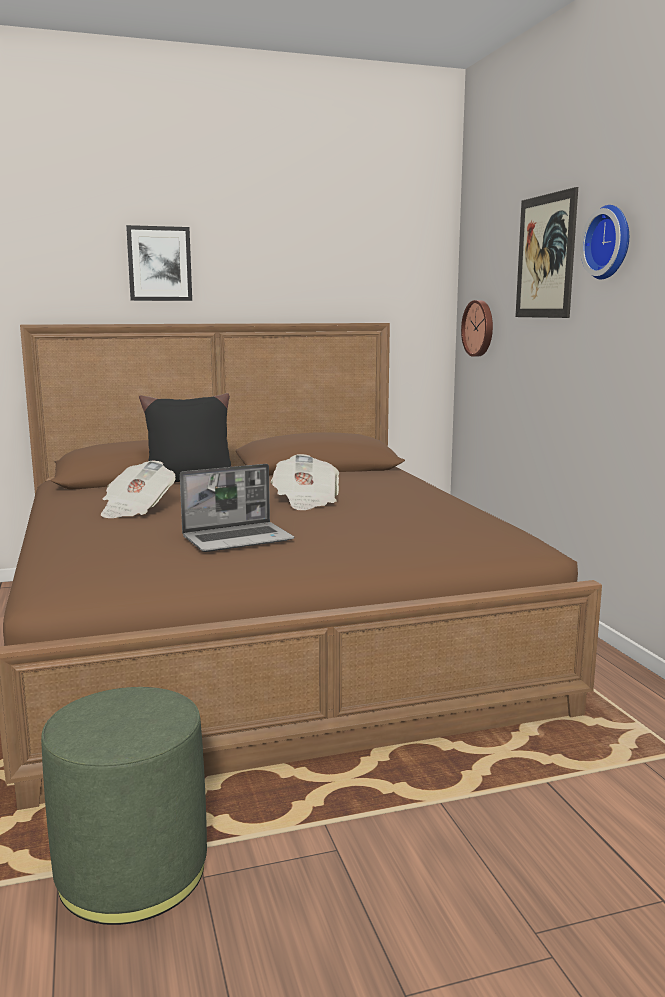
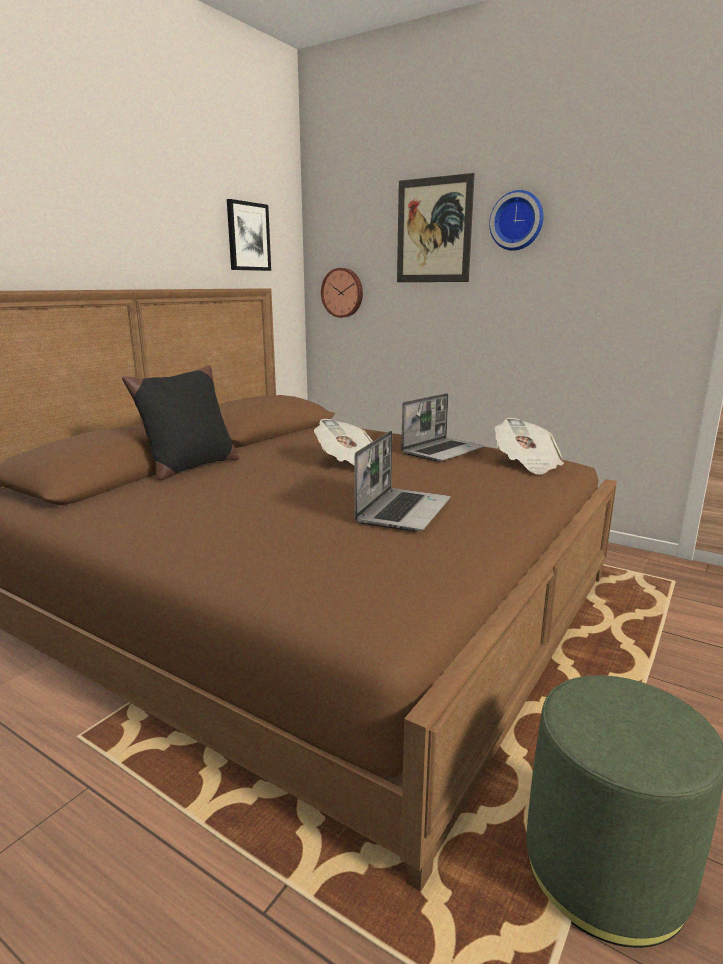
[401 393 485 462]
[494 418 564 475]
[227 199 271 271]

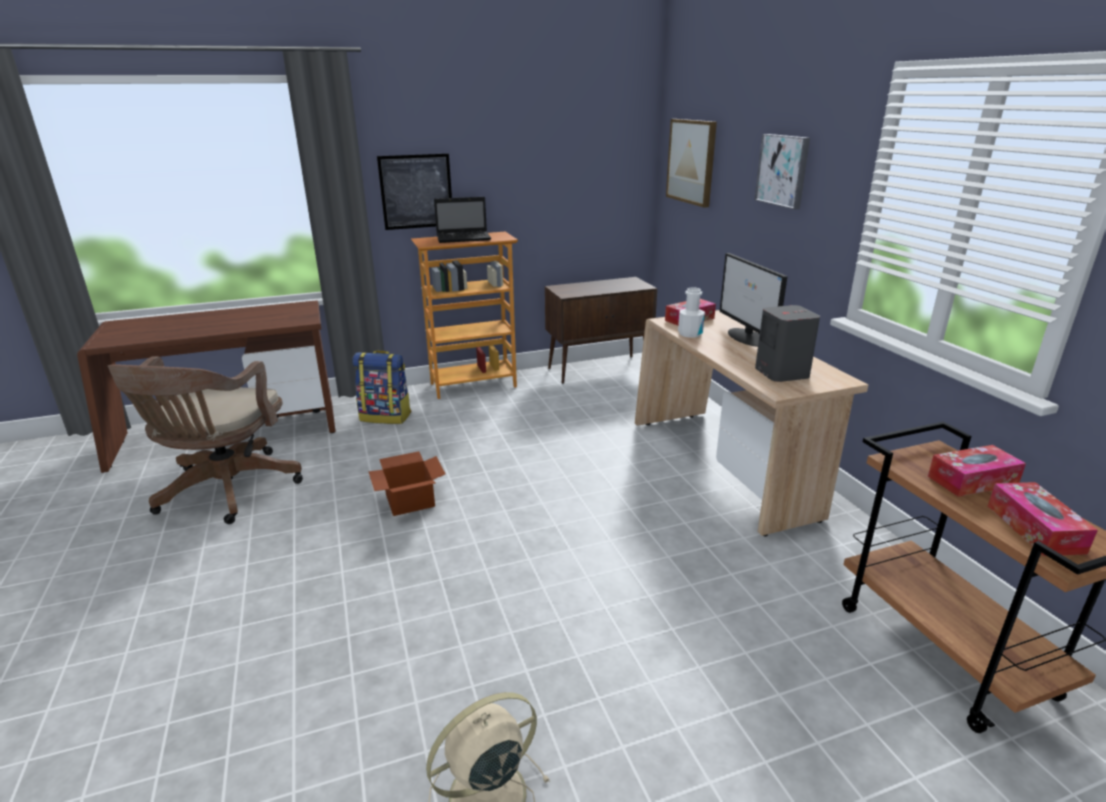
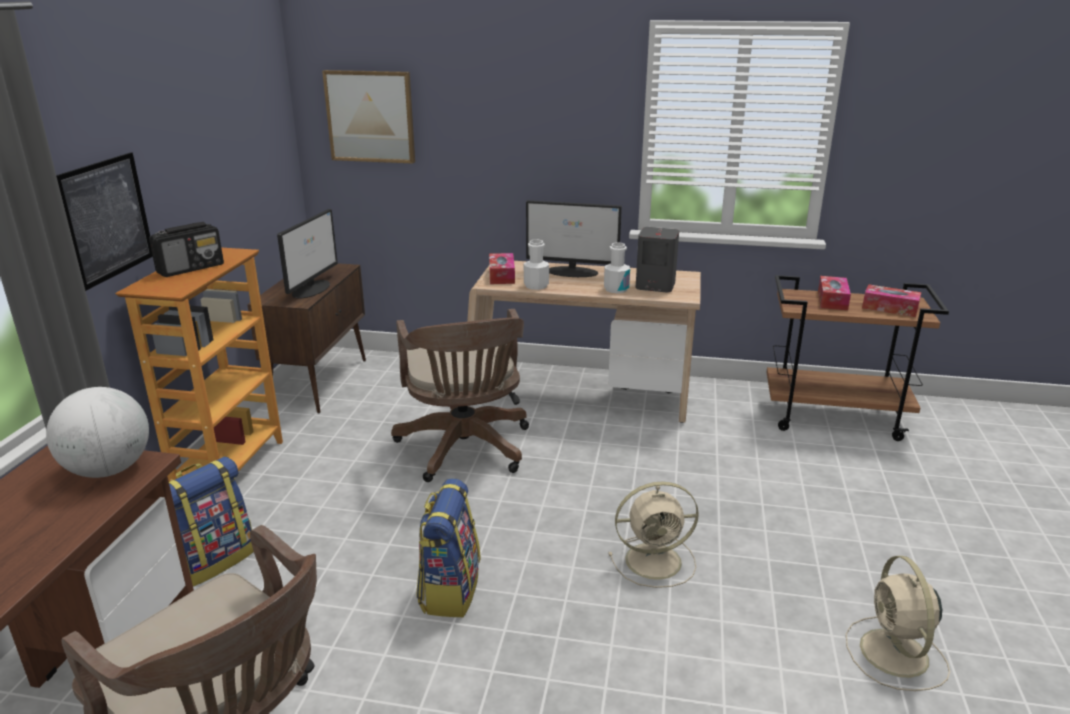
[754 134 810 209] (first image)
[46 387 149 478]
[277 209 338 298]
[391 309 529 482]
[604 242 630 293]
[608 481 699 588]
[416 478 481 617]
[149 222 224 277]

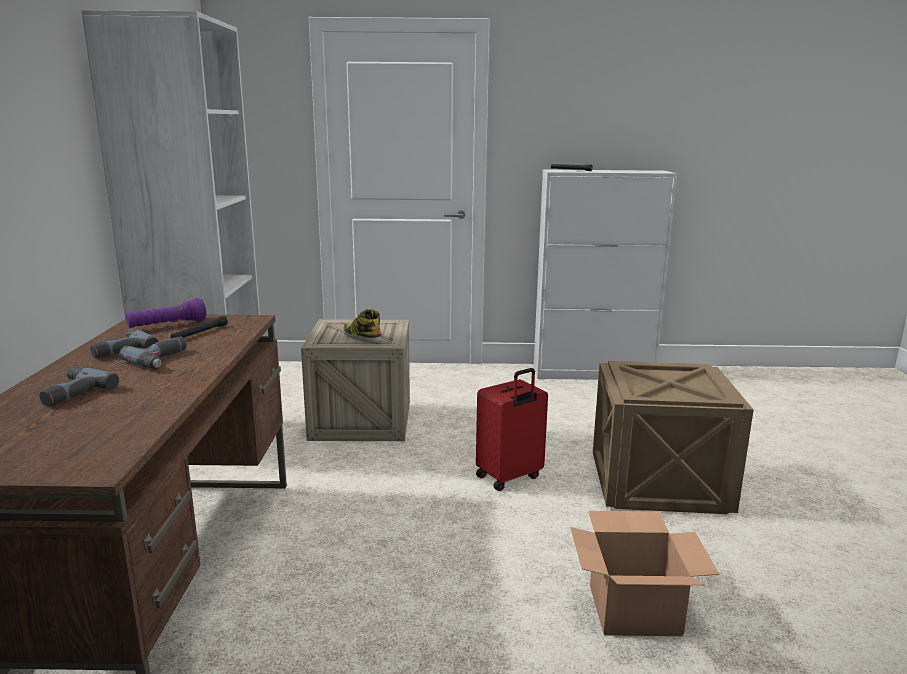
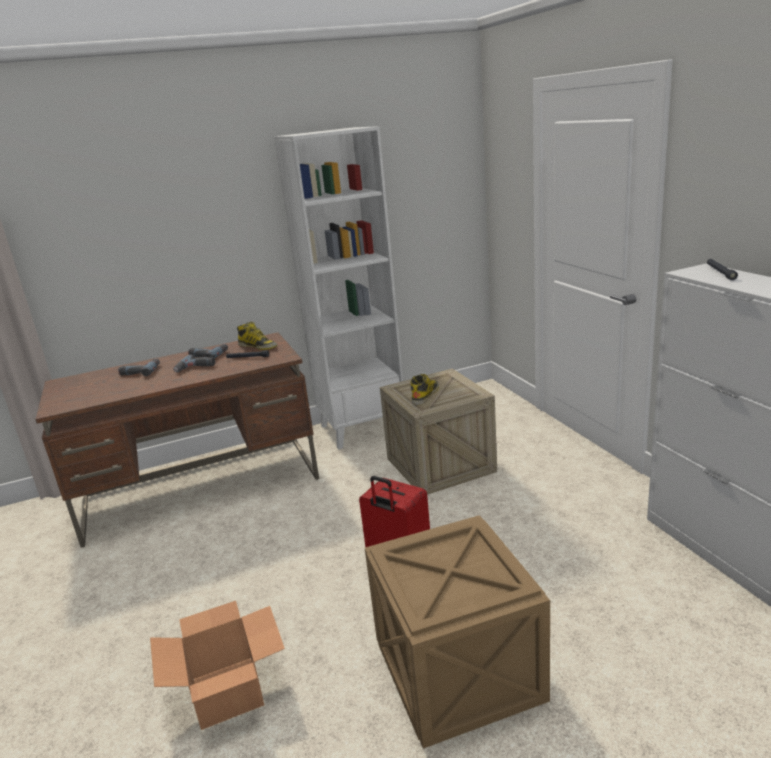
[237 322 277 350]

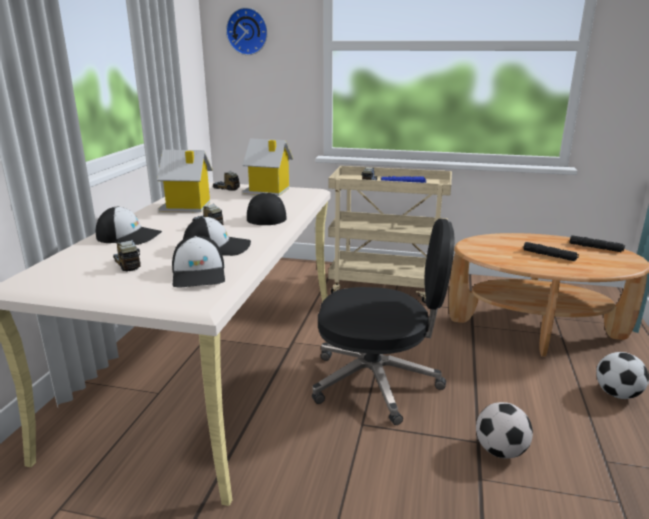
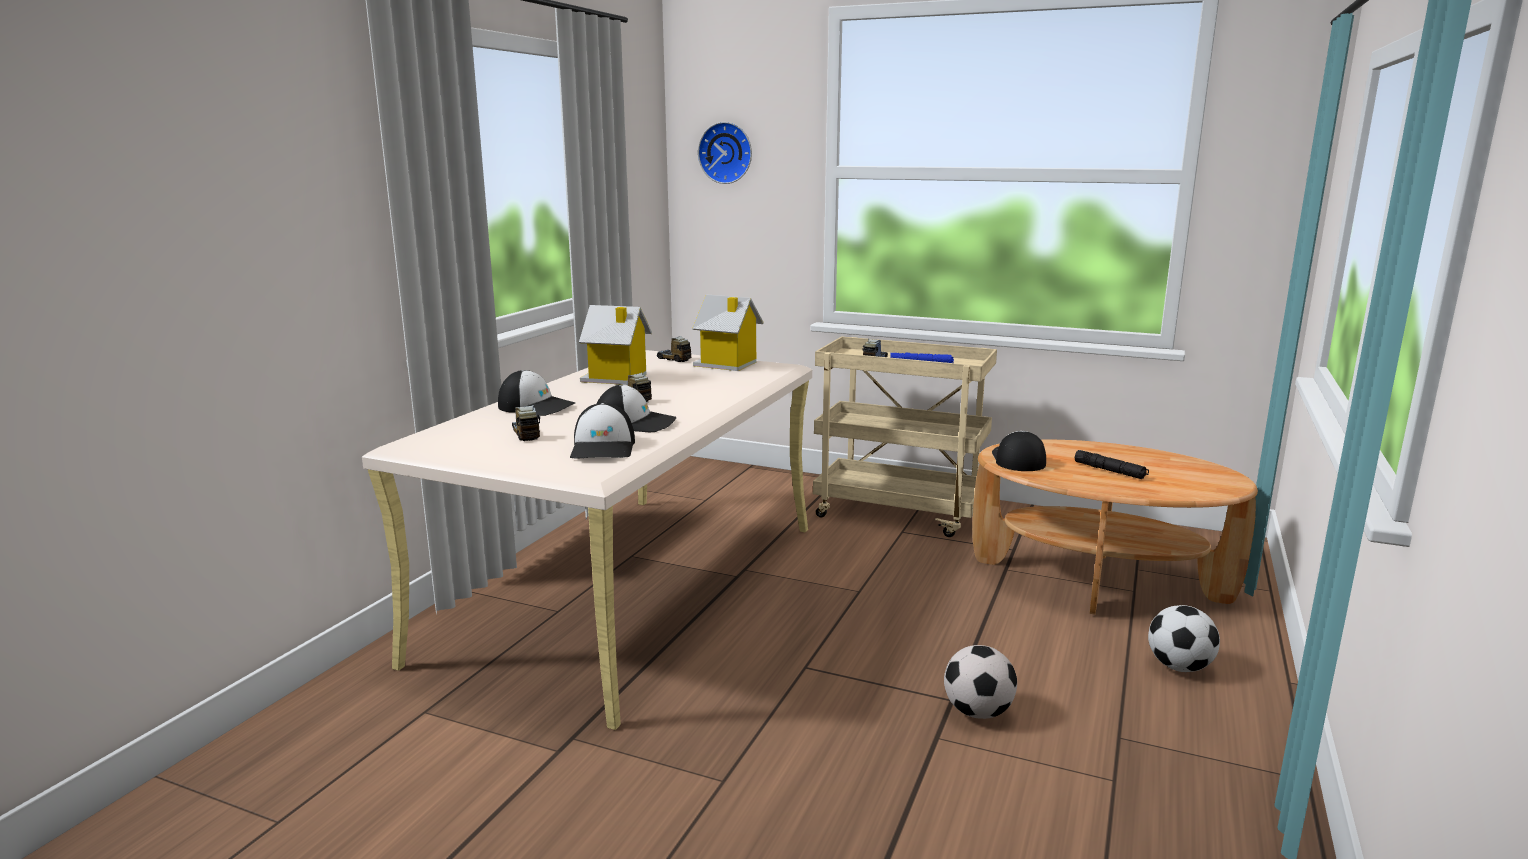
[312 218 454 425] (first image)
[570 235 625 252] (first image)
[992 431 1046 471]

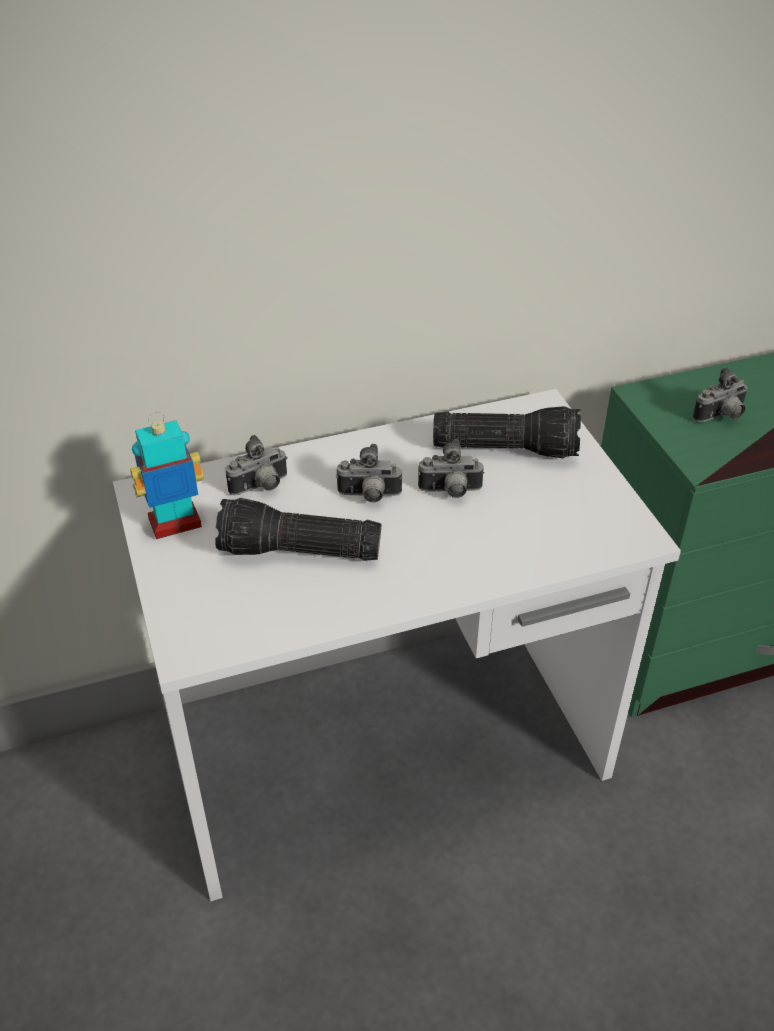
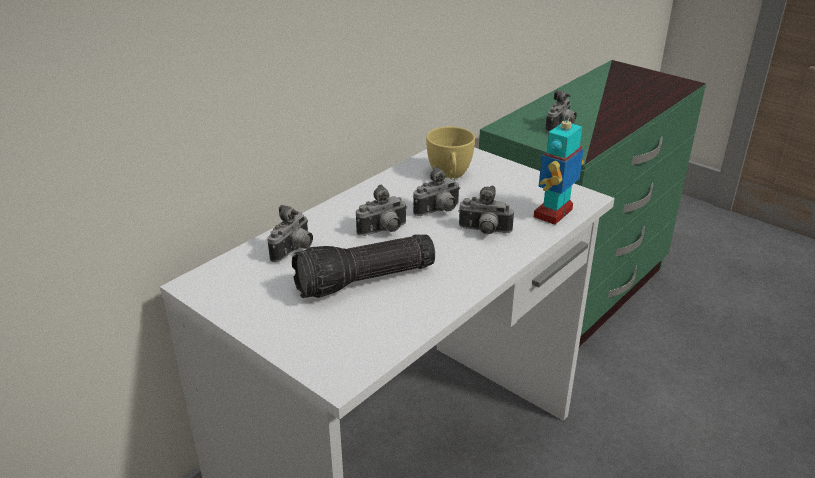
[458 186 514 234]
[534 110 584 225]
[426 126 475 179]

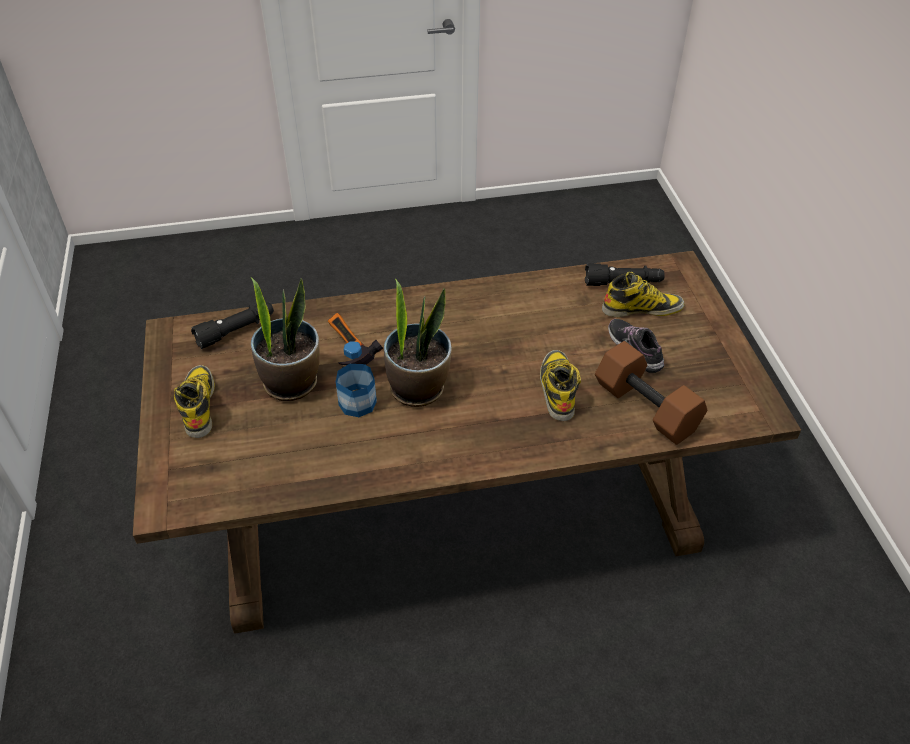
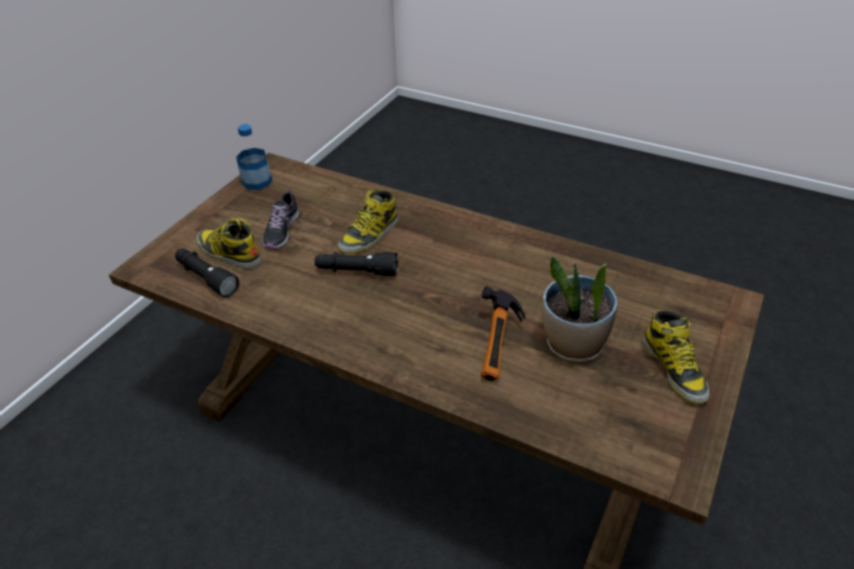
[384 279 452 407] (first image)
[595 341 707 445] (first image)
[315 252 398 276]
[236 124 272 190]
[642 311 710 404]

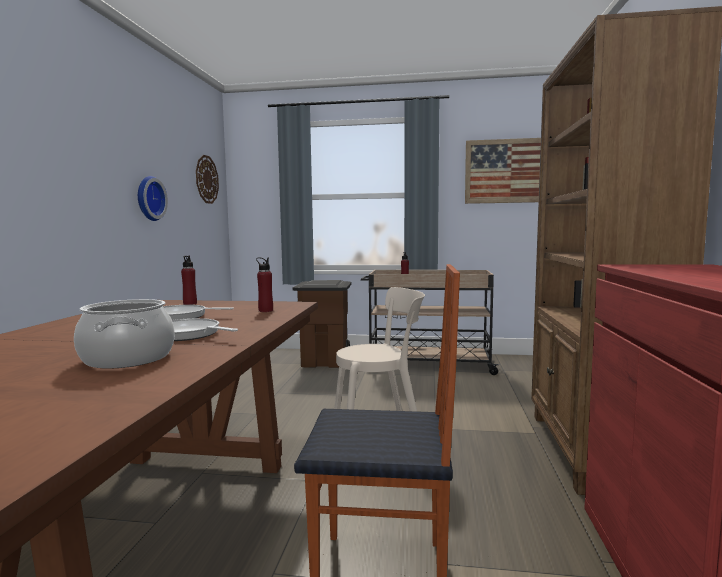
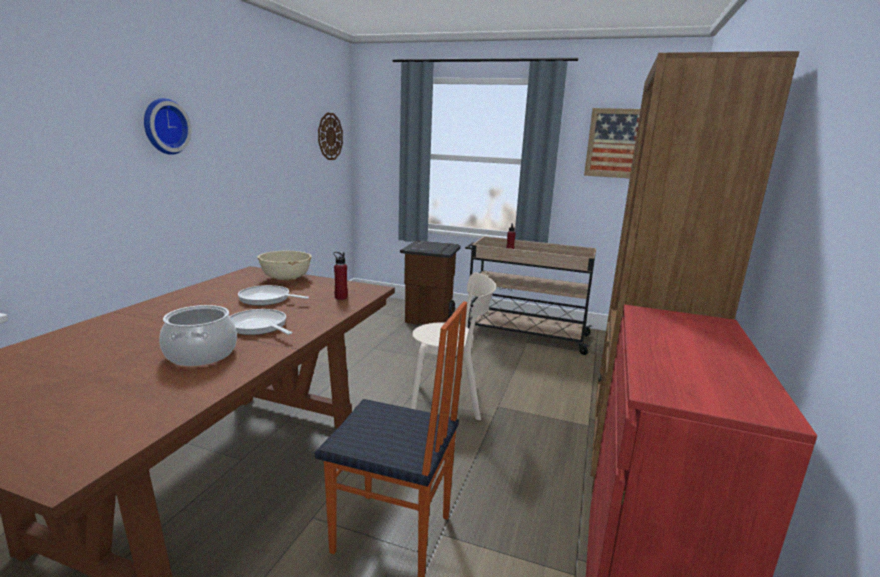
[144 98 192 155]
[257 251 312 281]

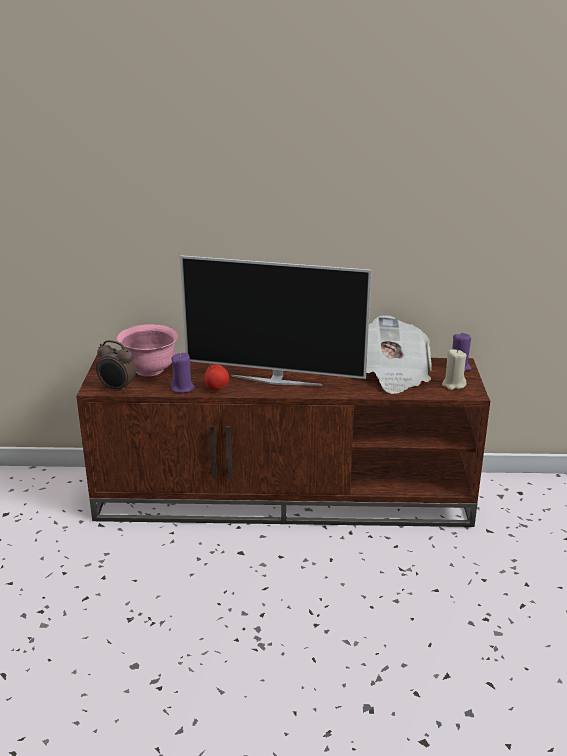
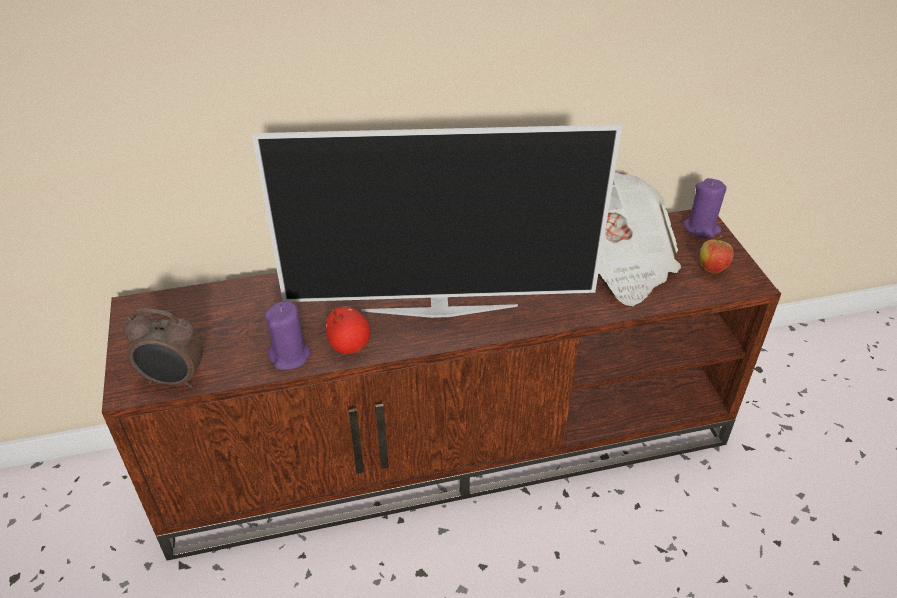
[116 324 178 376] (first image)
[700 235 733 273]

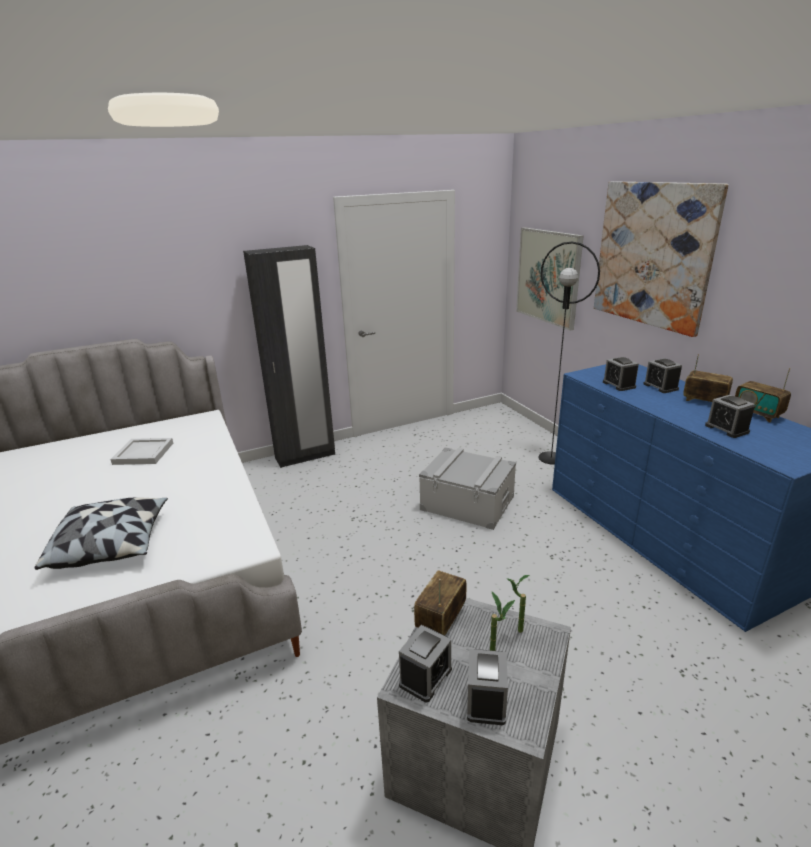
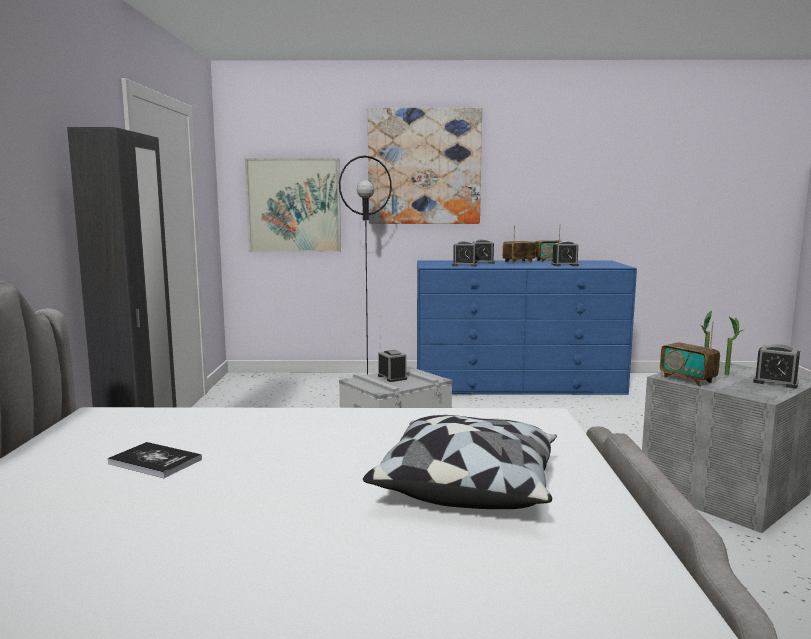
[378 350 407 382]
[107 442 202 478]

